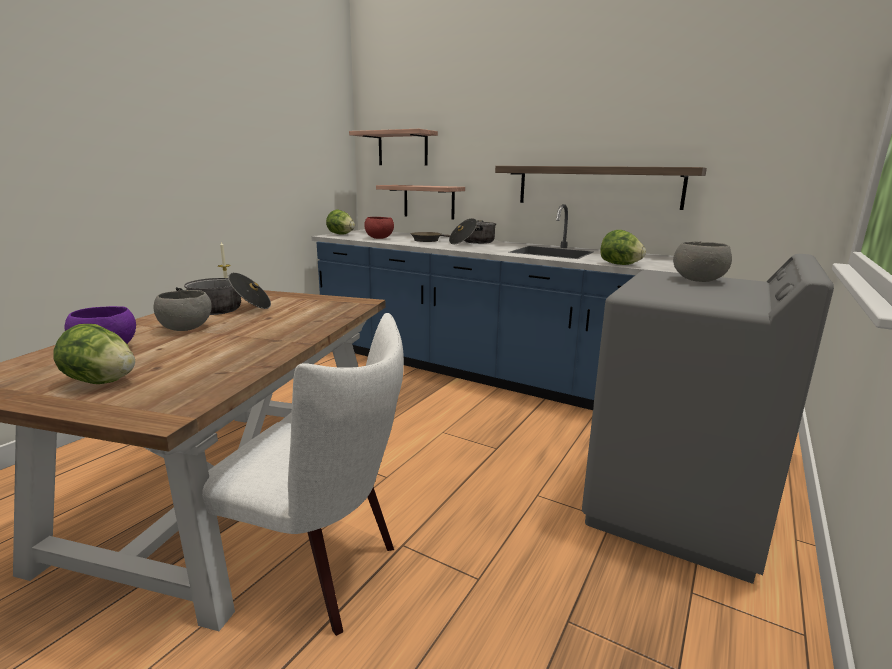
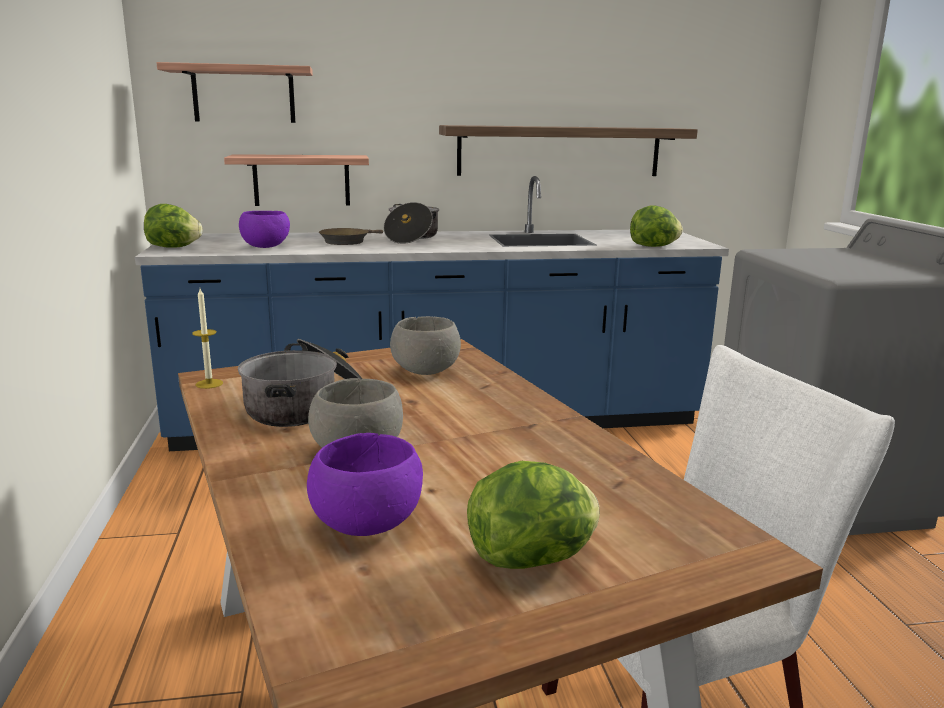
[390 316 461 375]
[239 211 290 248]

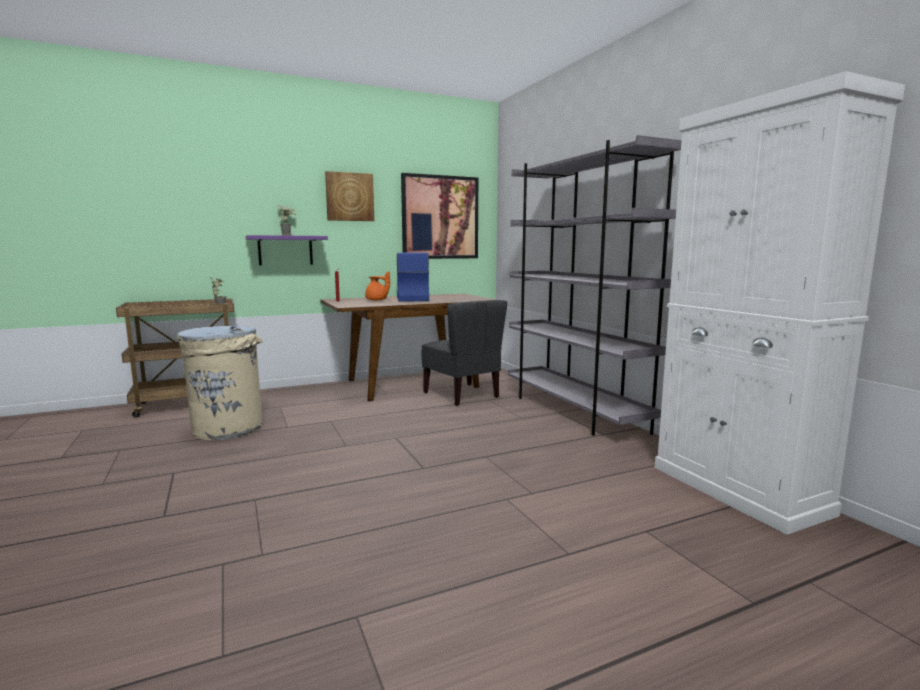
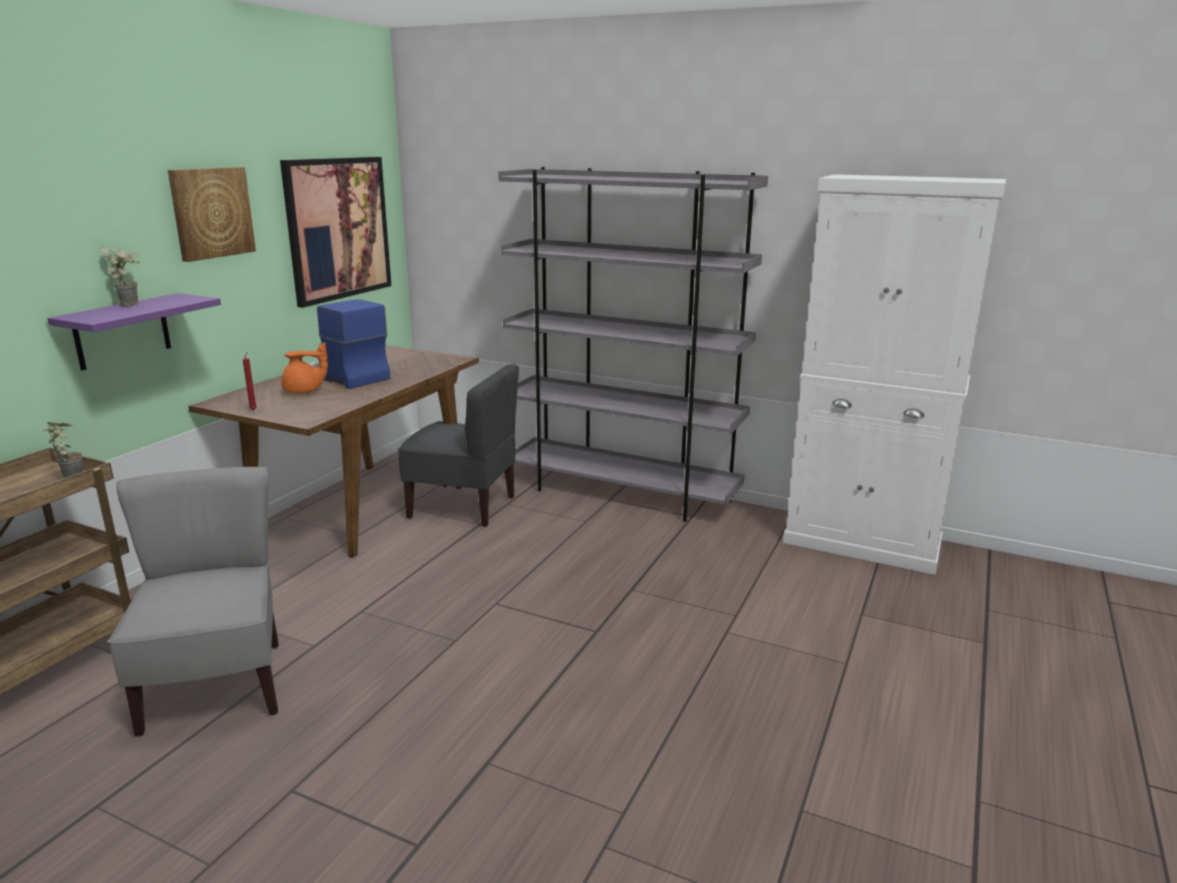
[109 467 279 736]

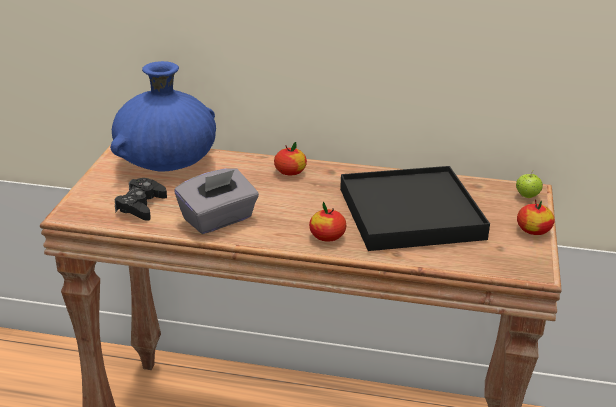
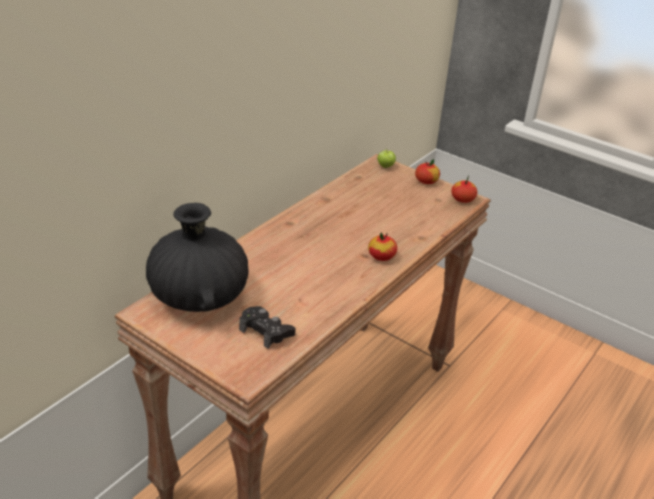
[174 169 259 234] (first image)
[340 166 490 251] (first image)
[451 175 477 203]
[146 203 249 312]

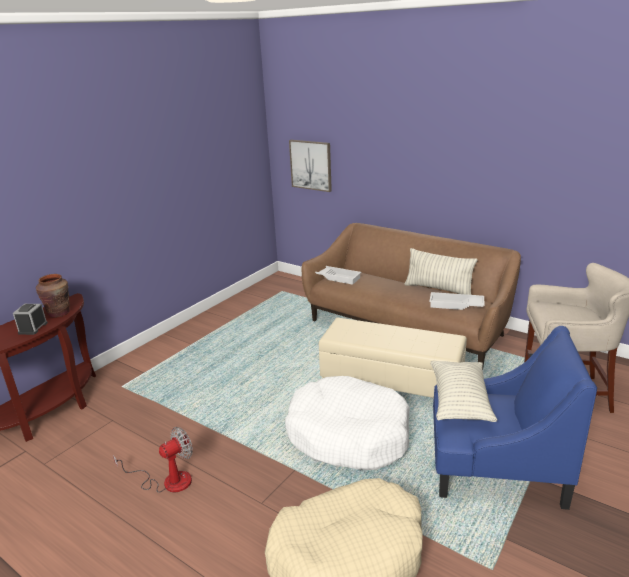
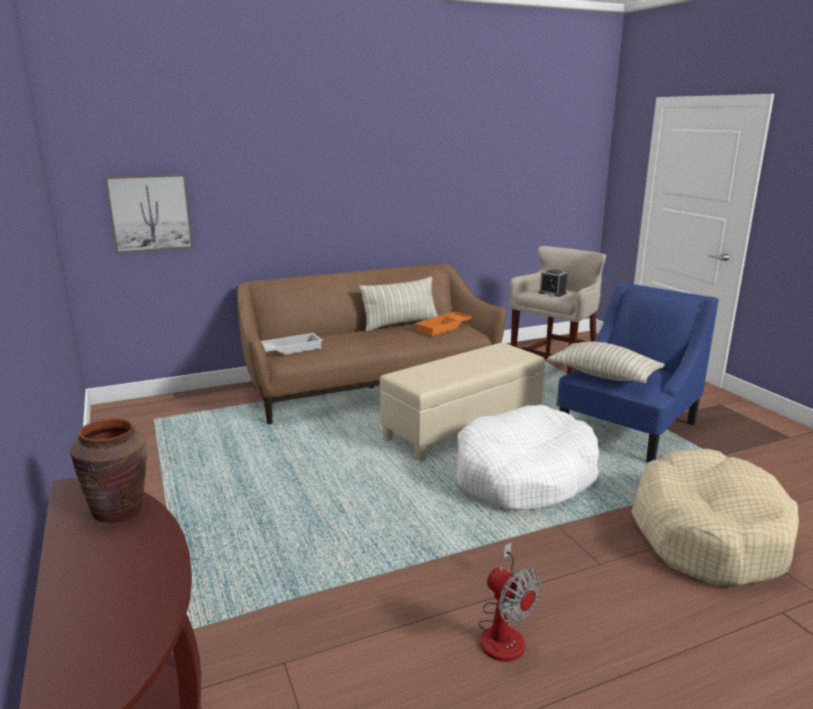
[538 269 567 297]
[415 312 473 336]
[478 543 542 662]

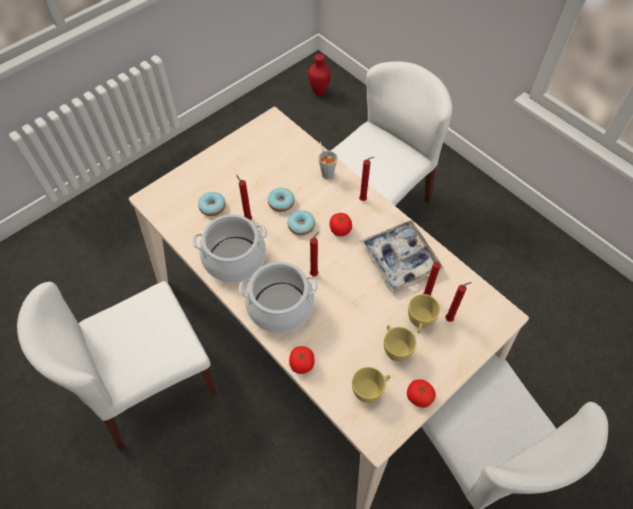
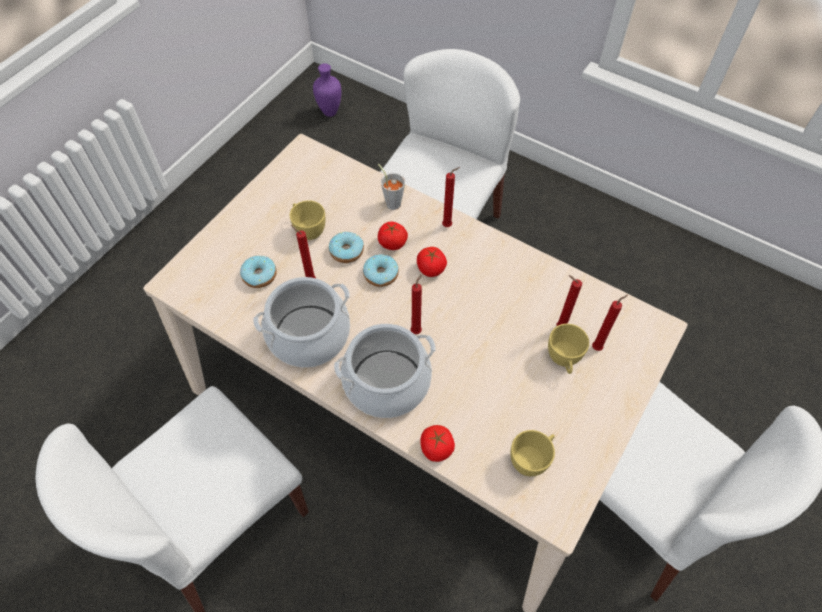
[360 220 444 291] (first image)
[290 200 325 240]
[378 222 408 250]
[313 63 341 117]

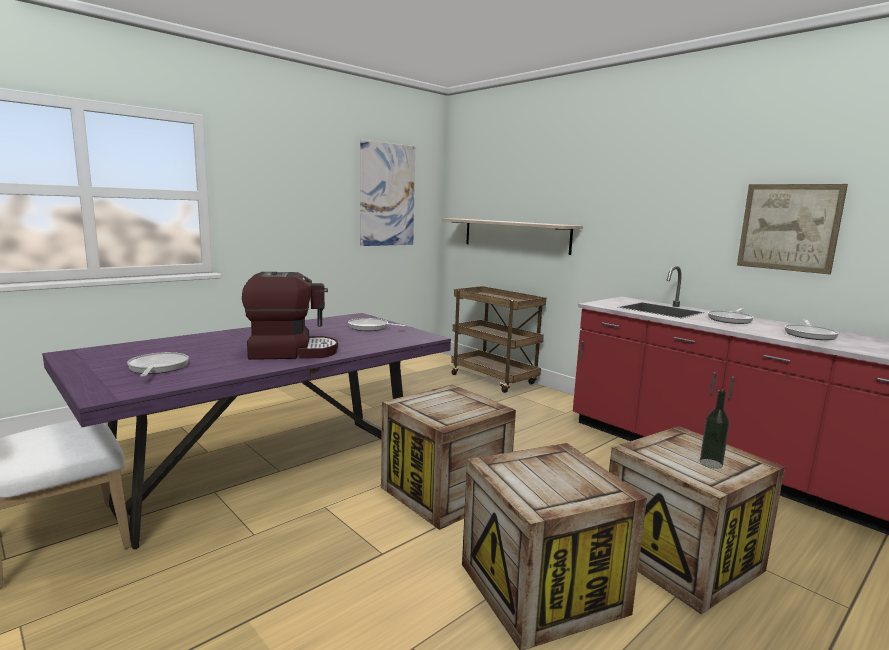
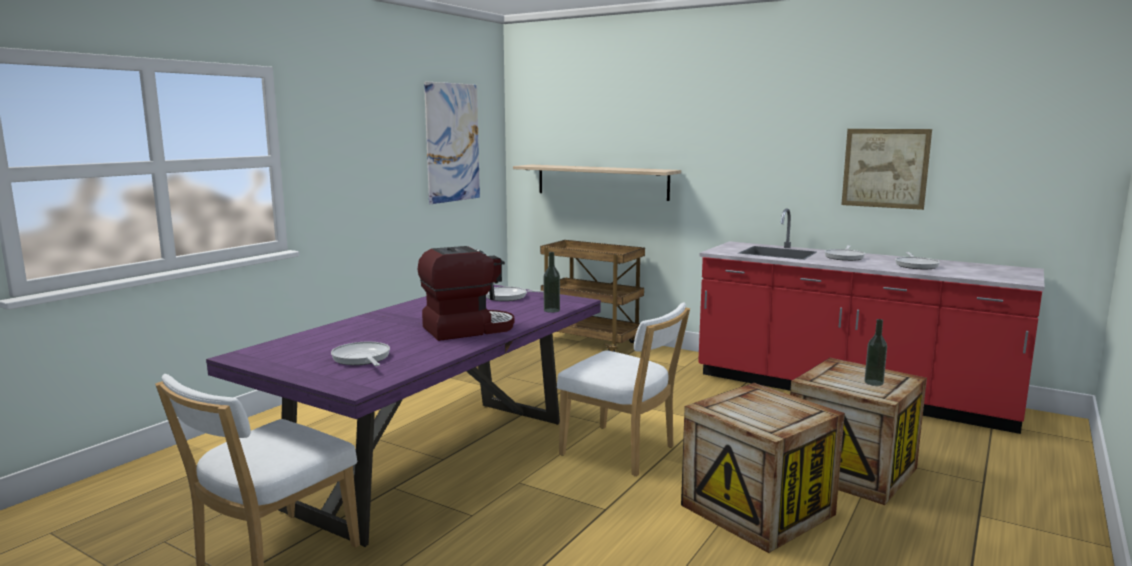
[543 252 560 313]
[557 303 690 476]

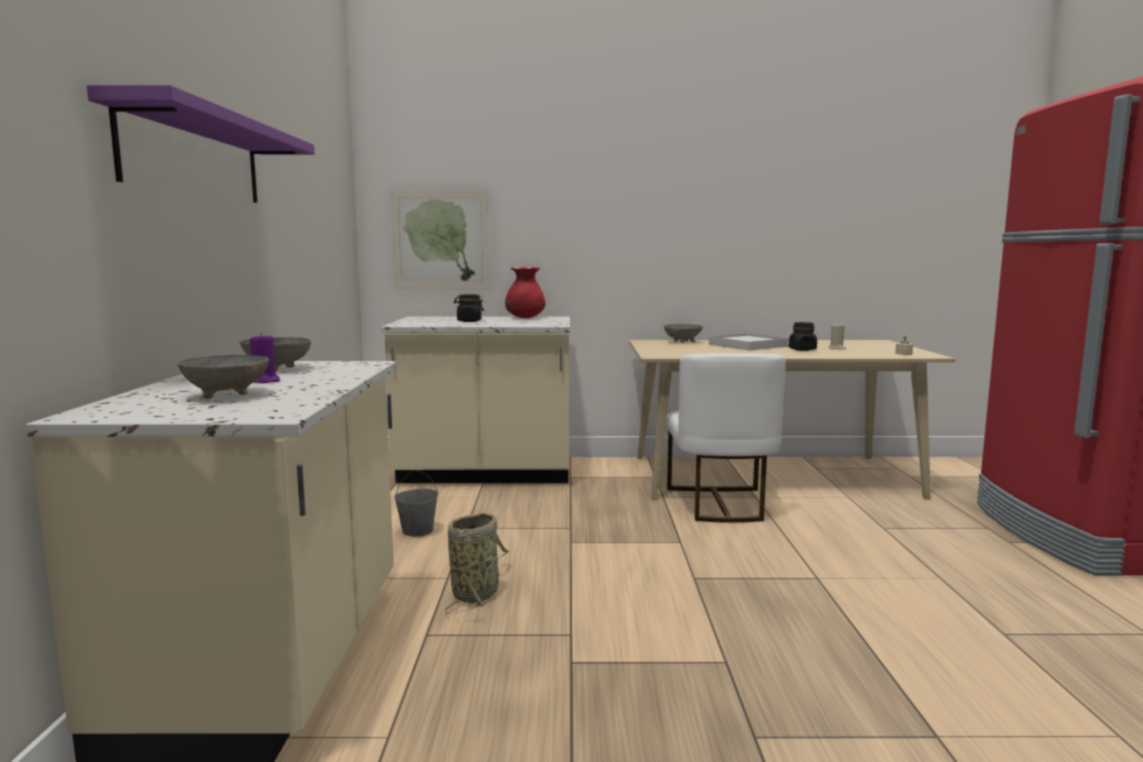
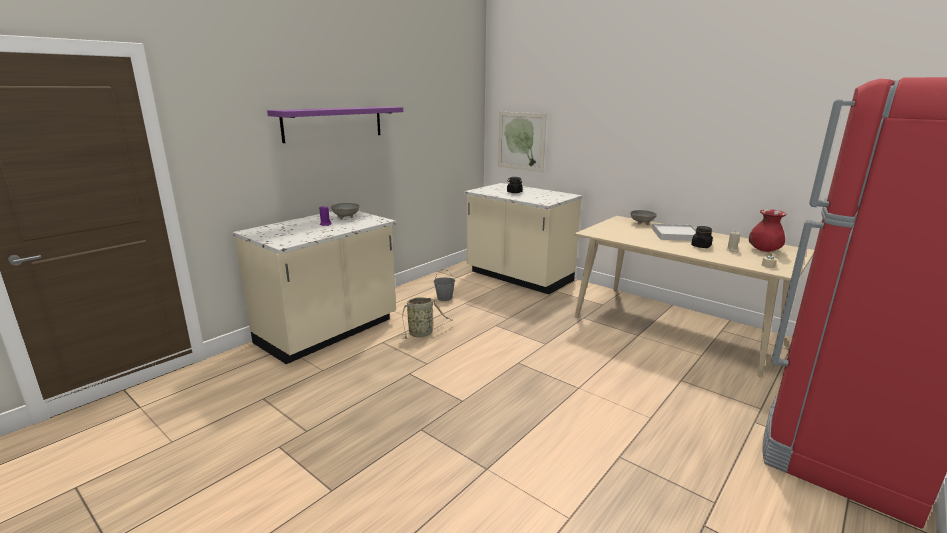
[177 355 269 399] (first image)
[666 353 786 523] (first image)
[749 209 787 252]

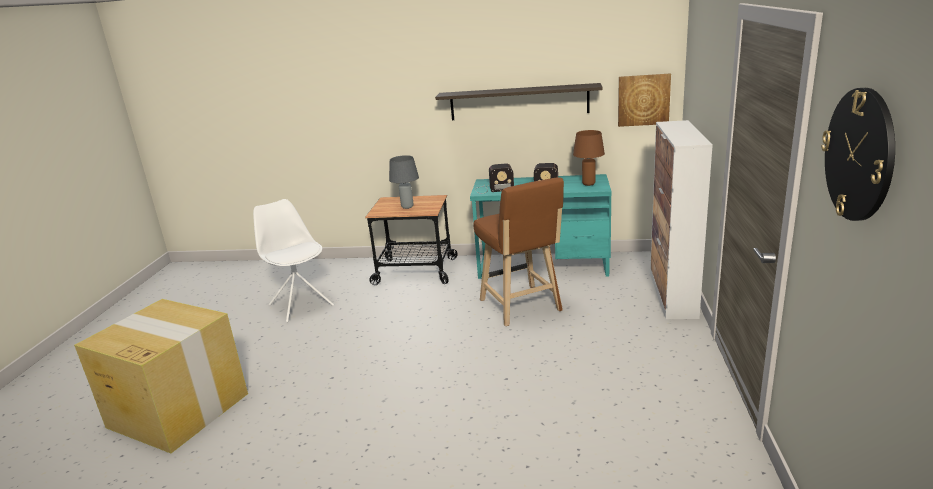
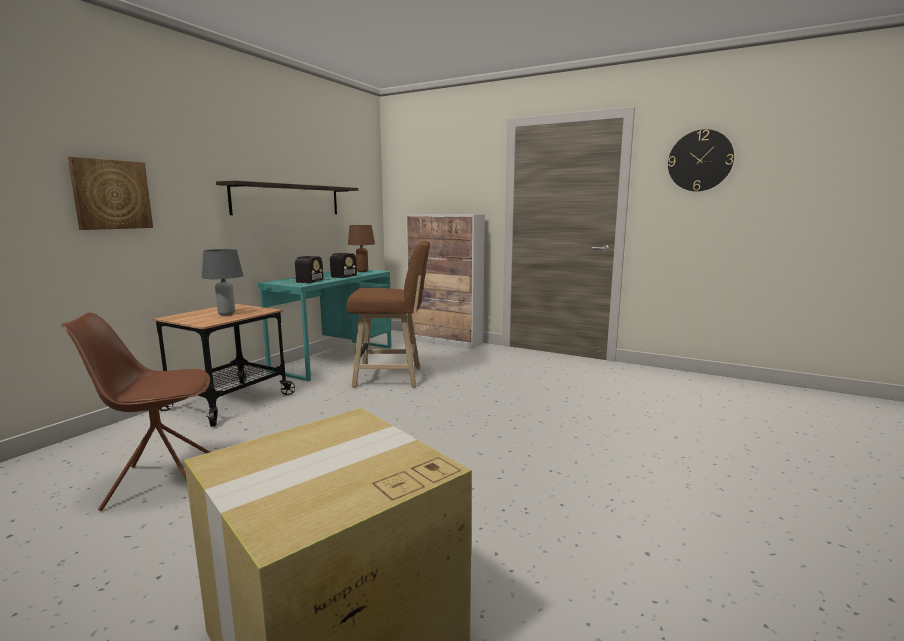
[68 157 153 230]
[61 313 210 511]

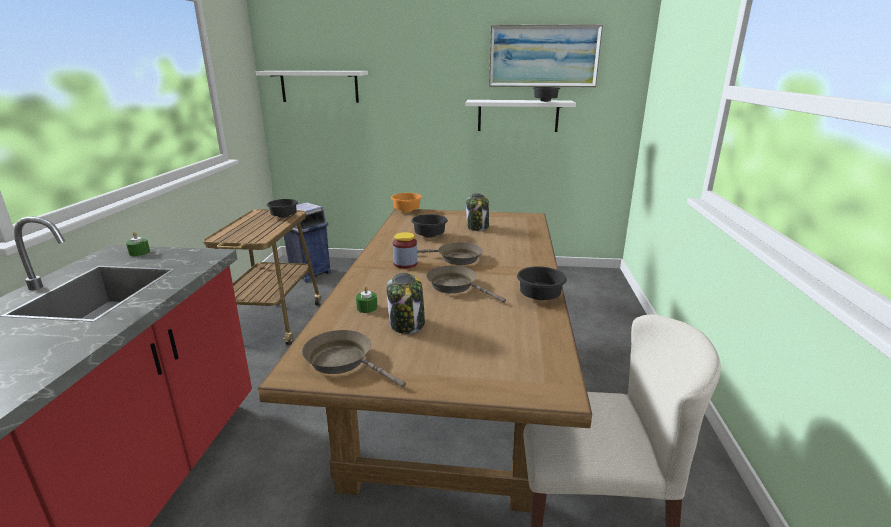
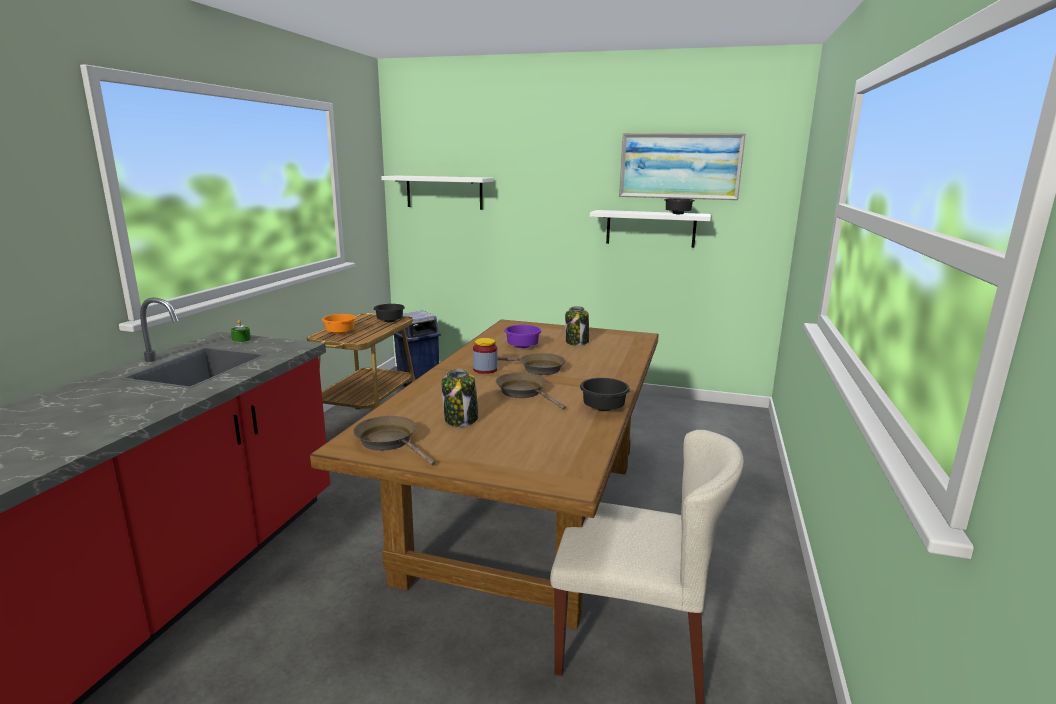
[356 286 378 313] (first image)
[322 314 356 334]
[504 325 542 348]

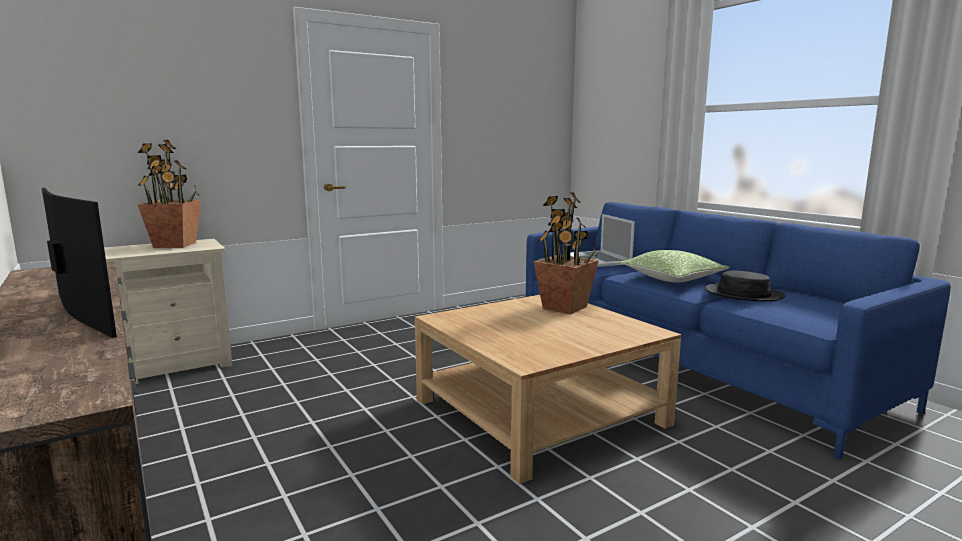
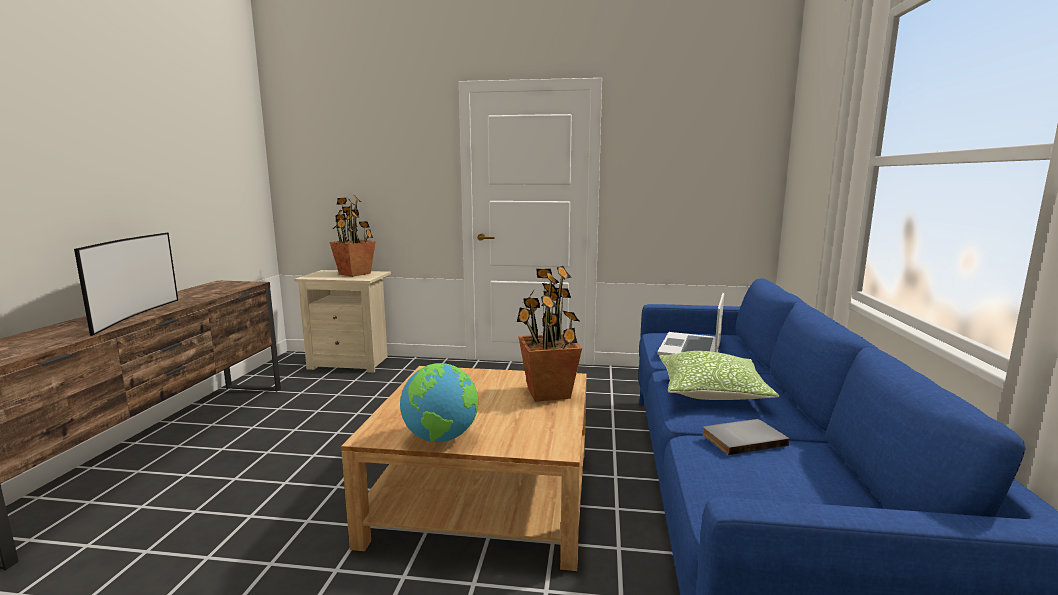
[400 363 478 443]
[702 419 790 455]

